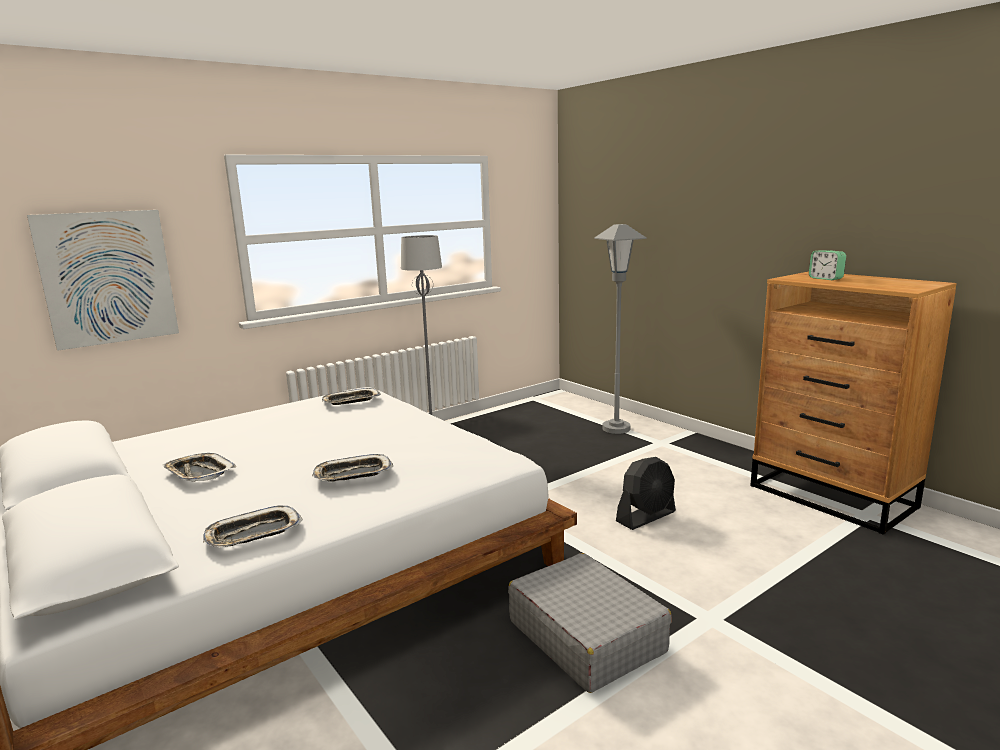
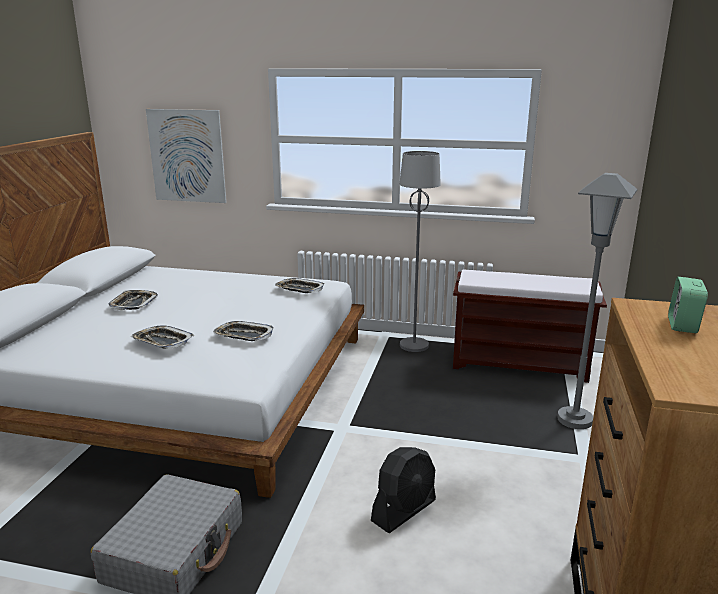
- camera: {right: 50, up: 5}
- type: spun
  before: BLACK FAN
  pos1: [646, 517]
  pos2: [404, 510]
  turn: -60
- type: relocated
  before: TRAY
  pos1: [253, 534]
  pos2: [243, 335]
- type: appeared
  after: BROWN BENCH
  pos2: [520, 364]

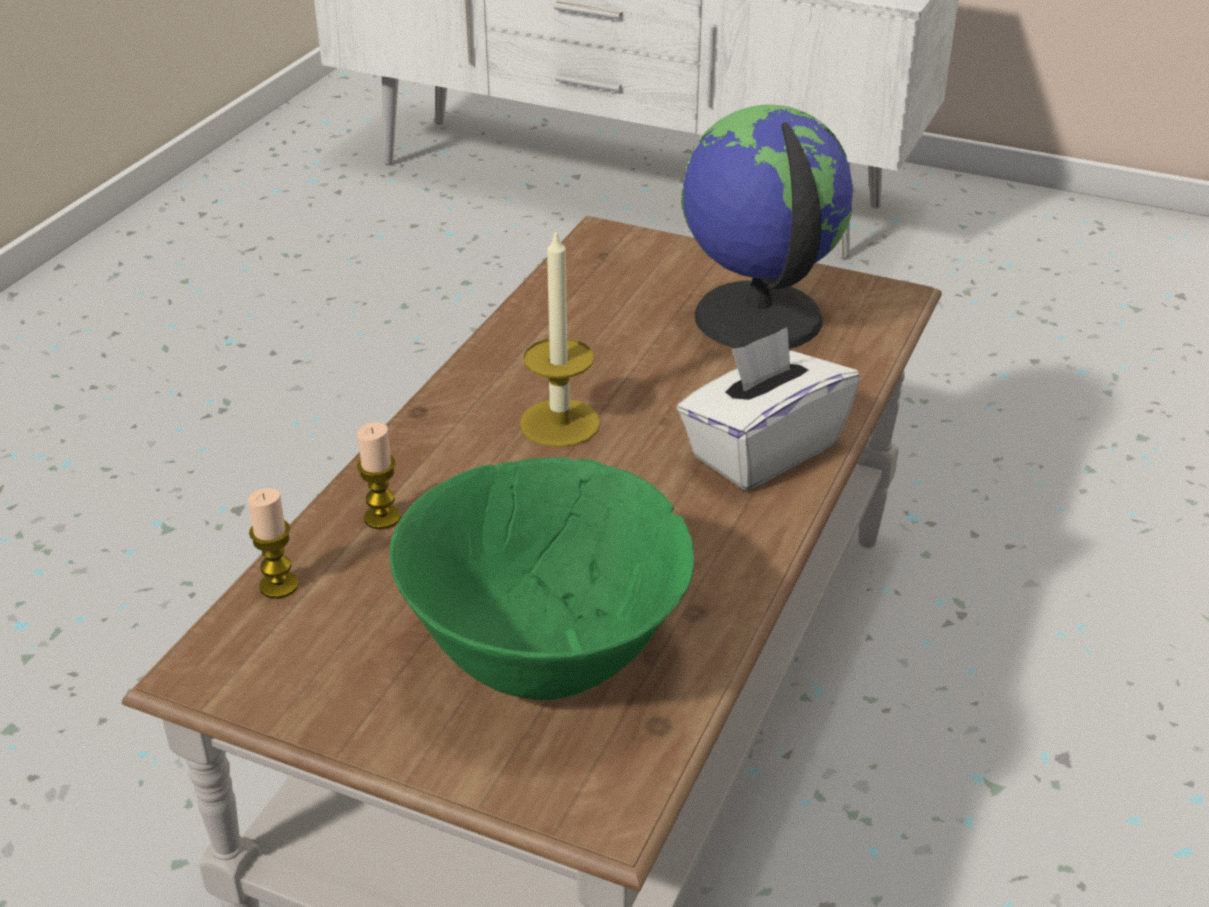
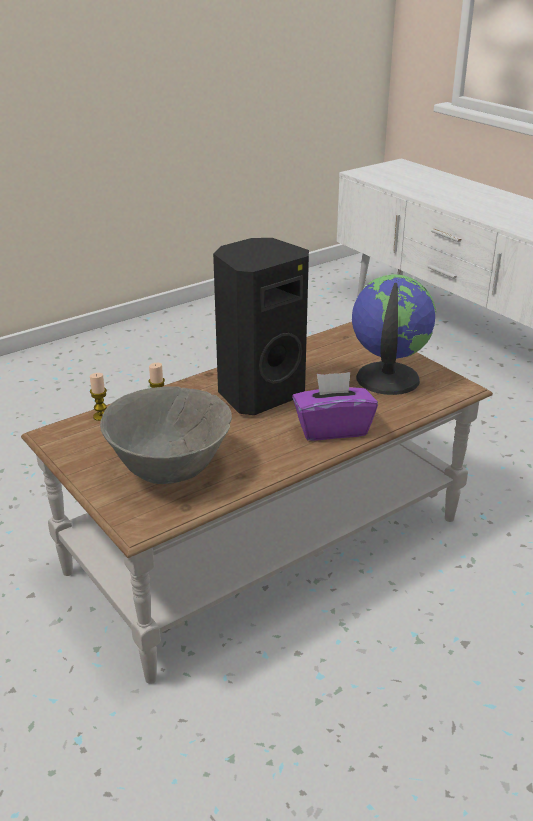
- camera: {right: 30, up: -5}
- type: exchanged
  before: CANDLE
  after: BLACK SPEAKER
  pos1: [560, 423]
  pos2: [259, 394]
- type: colour
  before: WHITE TISSUE BOX
  after: PURPLE TISSUE BOX
  pos1: [763, 450]
  pos2: [332, 428]
- type: colour
  before: GREEN BOWL
  after: GREY BOWL
  pos1: [543, 653]
  pos2: [169, 469]

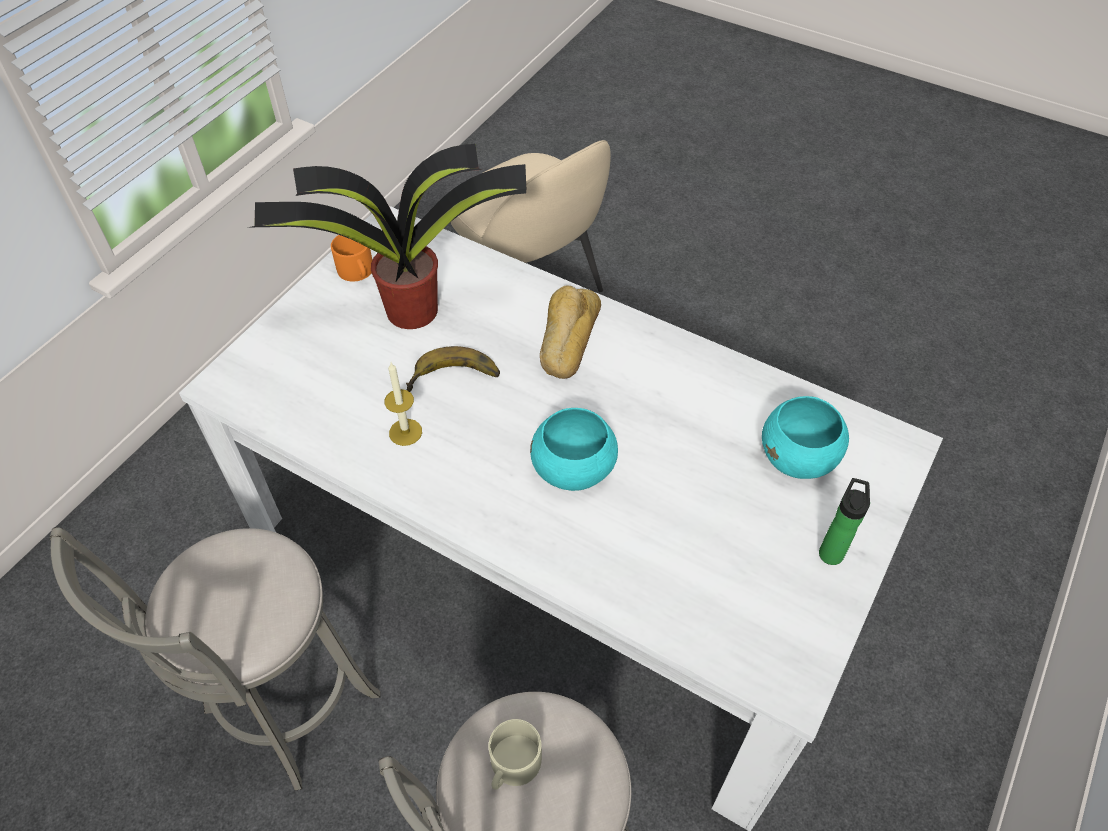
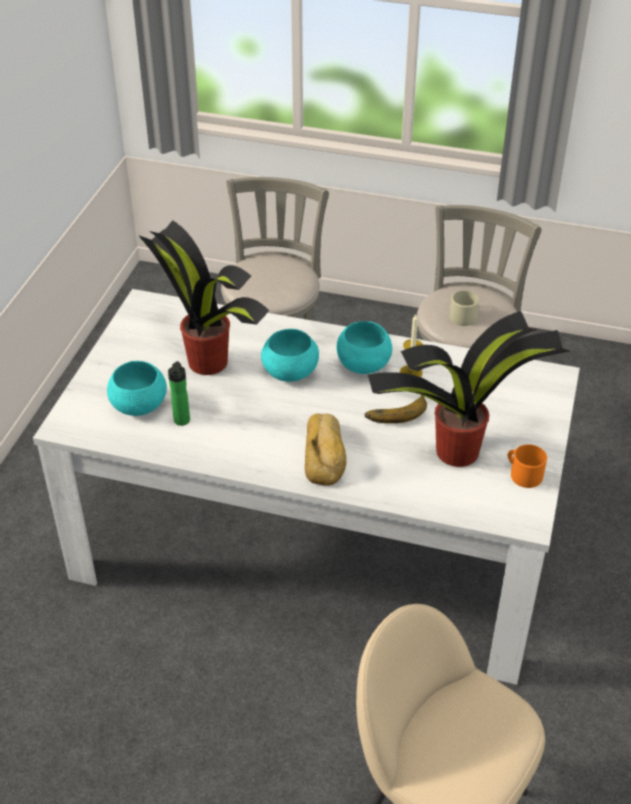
- camera: {right: 165, up: -10}
- type: relocated
  before: BOTTLE
  pos1: [831, 551]
  pos2: [181, 422]
- type: relocated
  before: BEIGE MUG
  pos1: [512, 766]
  pos2: [463, 315]
- type: appeared
  after: POTTED PLANT
  pos2: [206, 360]
- type: appeared
  after: TURQUOISE BOWL
  pos2: [362, 365]

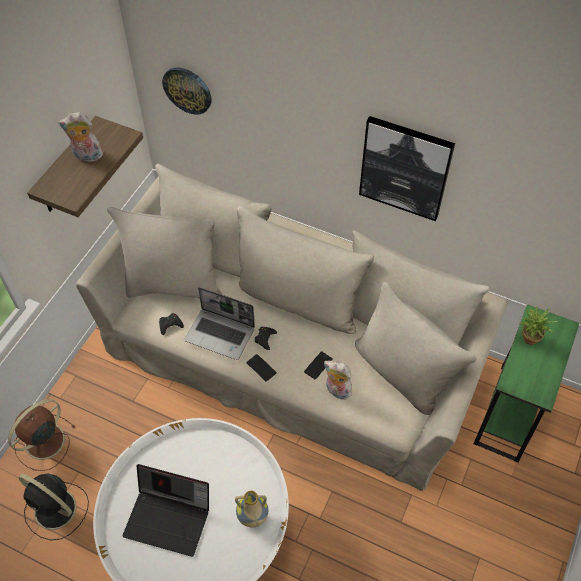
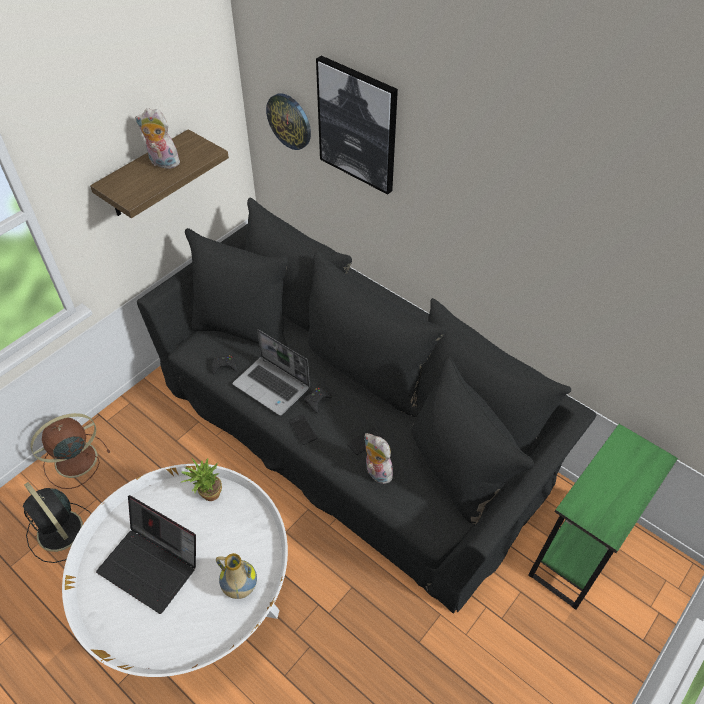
- camera: {right: 15, up: -5}
- type: relocated
  before: PICTURE
  pos1: [405, 168]
  pos2: [358, 125]
- type: colour
  before: BEIGE SOFA
  after: BLACK SOFA
  pos1: [290, 357]
  pos2: [351, 433]
- type: relocated
  before: POTTED PLANT
  pos1: [528, 340]
  pos2: [207, 495]

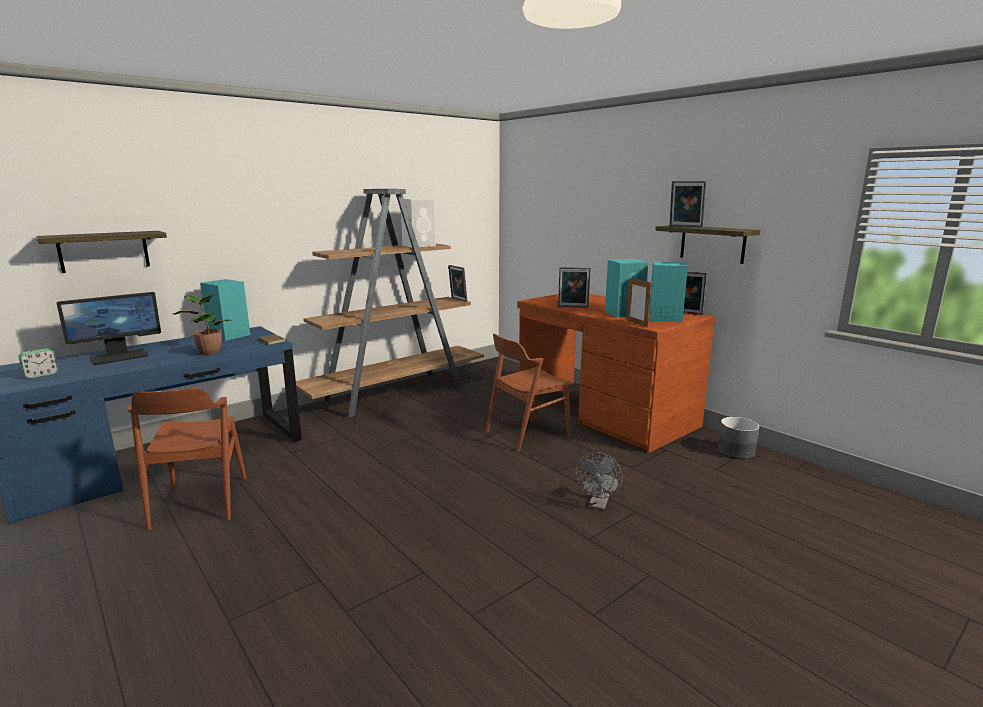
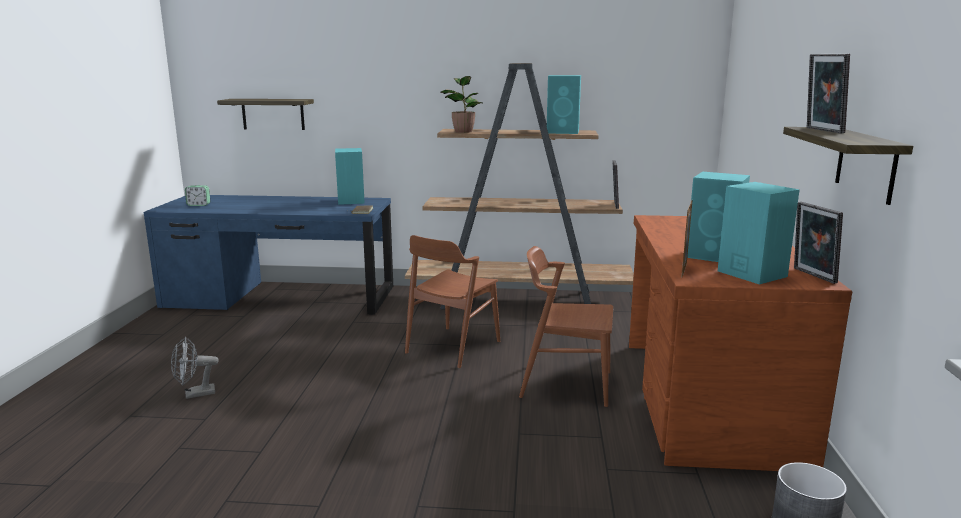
- camera: {right: 45, up: 0}
- type: colour
  before: WHITE SPEAKER
  after: TURQUOISE SPEAKER
  pos1: [419, 245]
  pos2: [563, 132]
- type: missing
  before: PICTURE FRAME
  pos1: [573, 307]
- type: missing
  before: MONITOR
  pos1: [119, 357]
- type: relocated
  before: POTTED PLANT
  pos1: [208, 352]
  pos2: [462, 131]
- type: relocated
  before: BROWN CHAIR
  pos1: [199, 502]
  pos2: [452, 347]
- type: relocated
  before: GREY FAN
  pos1: [598, 505]
  pos2: [195, 394]

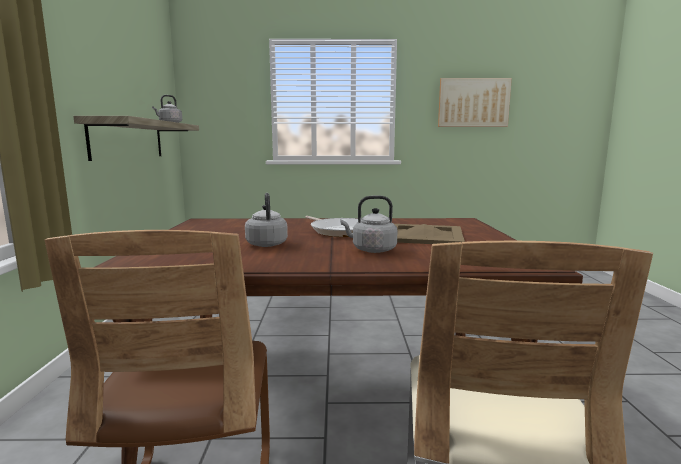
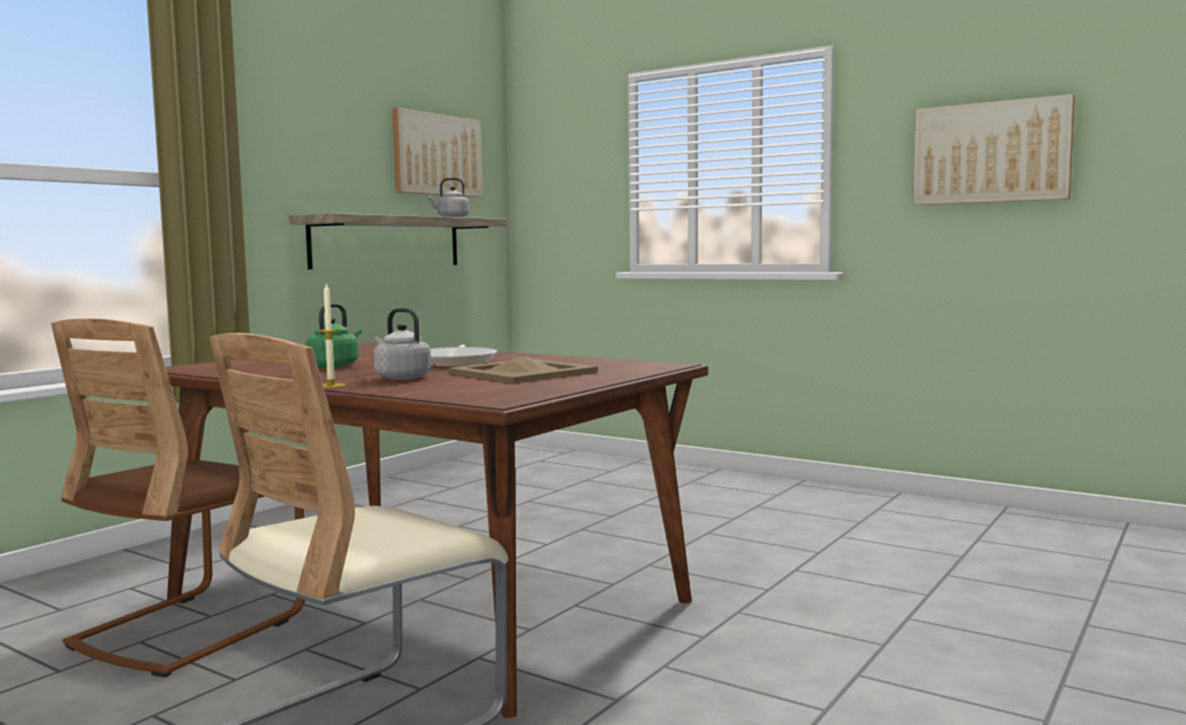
- camera: {right: 35, up: -5}
- type: colour
  before: GREY KETTLE
  after: GREEN KETTLE
  pos1: [266, 244]
  pos2: [335, 365]
- type: appeared
  after: PICTURE
  pos2: [437, 155]
- type: appeared
  after: CANDLE
  pos2: [331, 386]

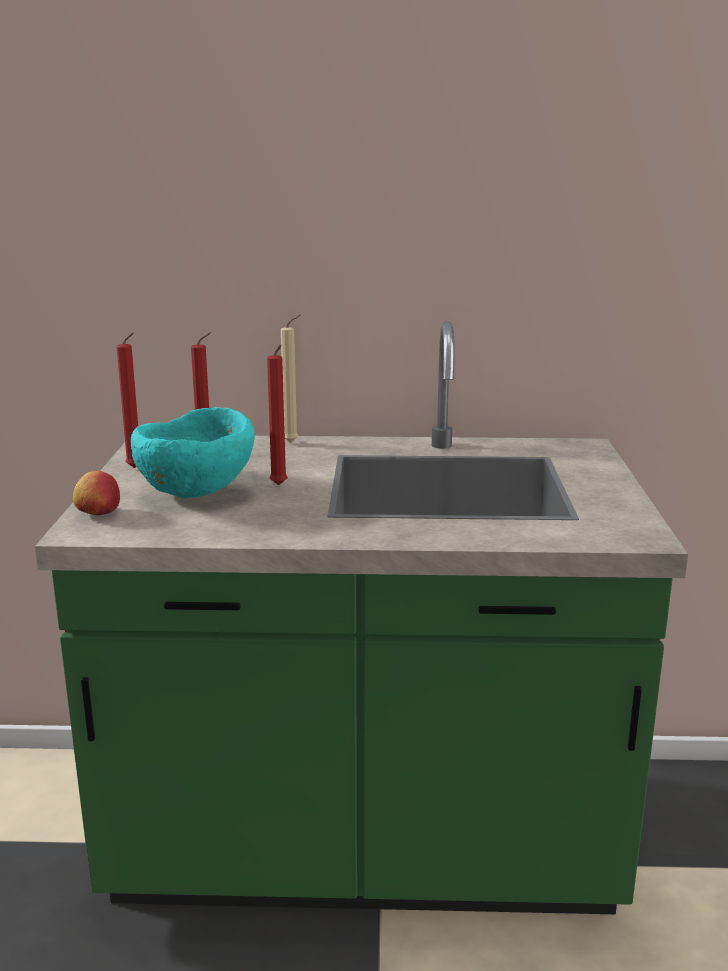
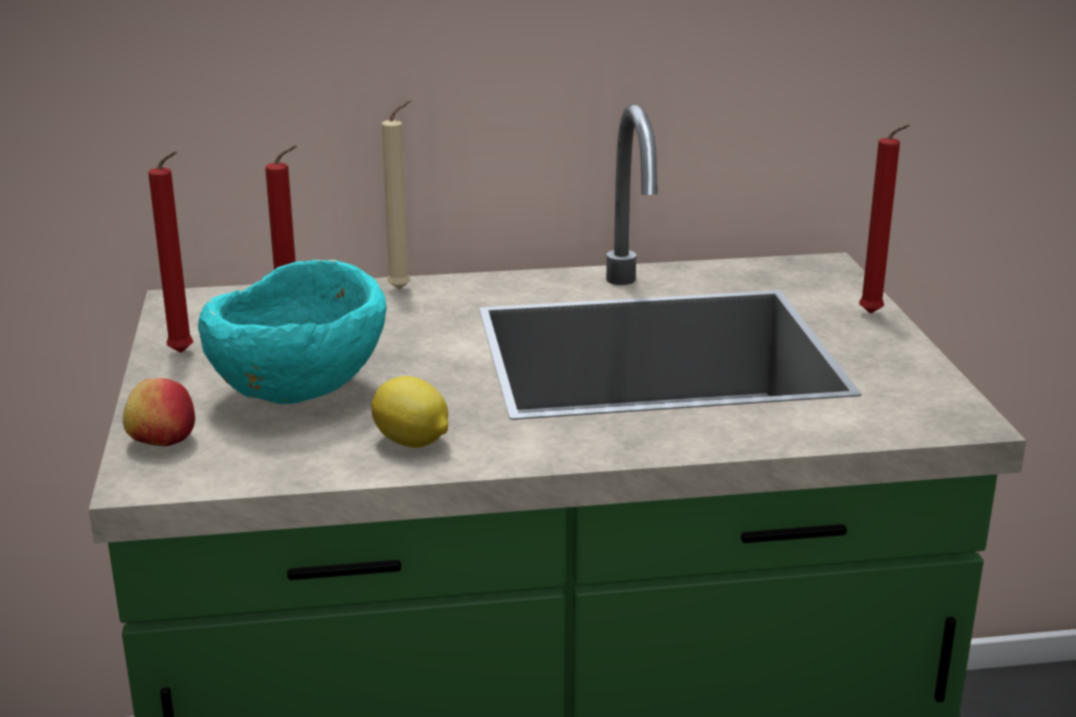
- camera: {right: -10, up: 5}
- type: relocated
  before: RED CANDLE
  pos1: [279, 486]
  pos2: [873, 315]
- type: appeared
  after: LEMON
  pos2: [413, 443]

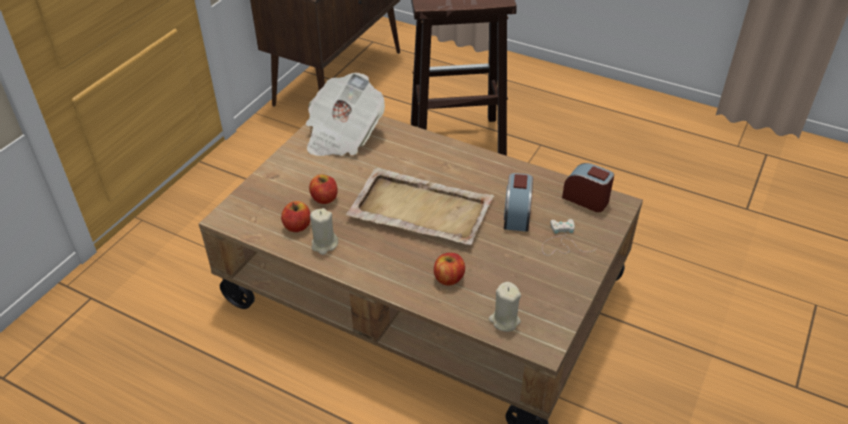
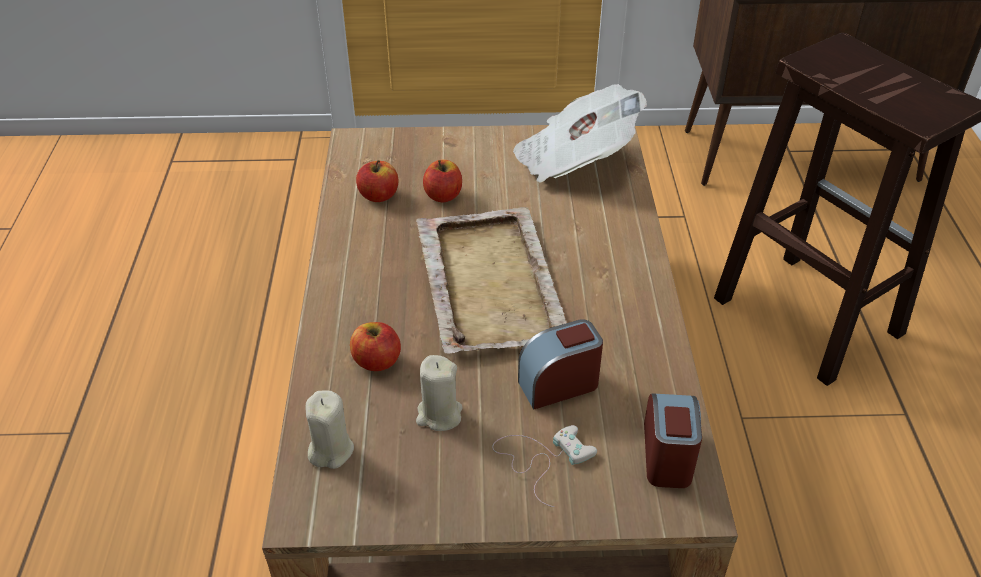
- camera: {right: 60, up: 0}
- type: relocated
  before: BEIGE CANDLE
  pos1: [324, 244]
  pos2: [439, 415]

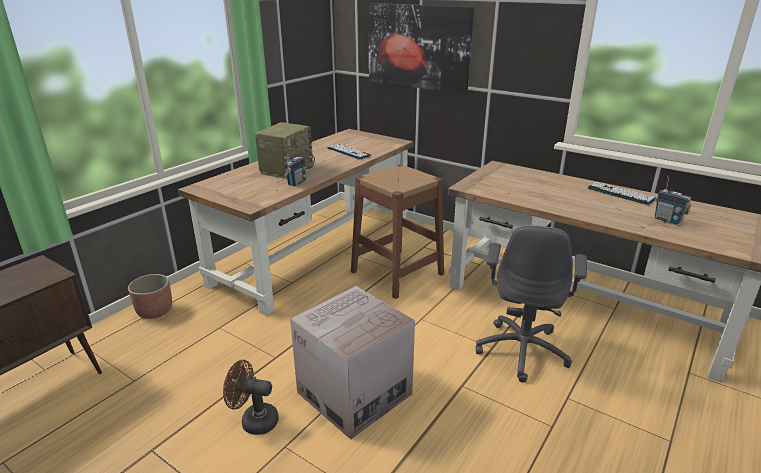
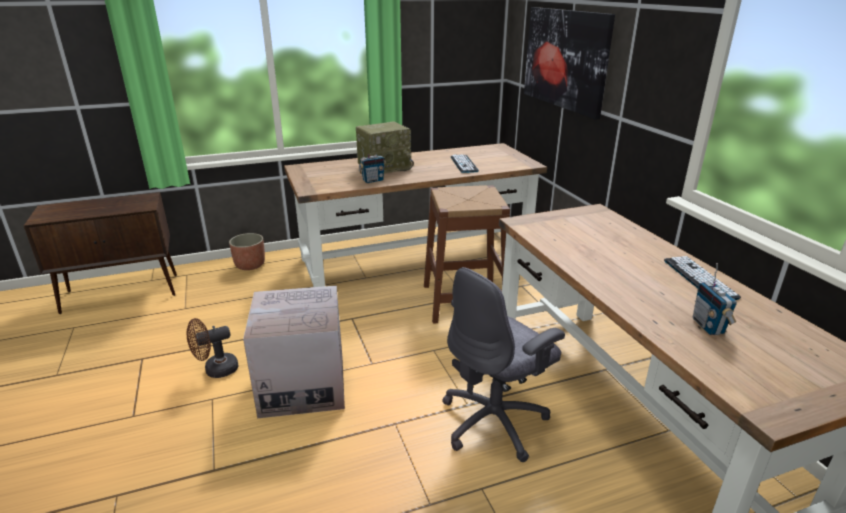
- camera: {right: 35, up: 0}
- type: spun
  before: BROWN FAN
  pos1: [254, 420]
  pos2: [216, 370]
  turn: -75

